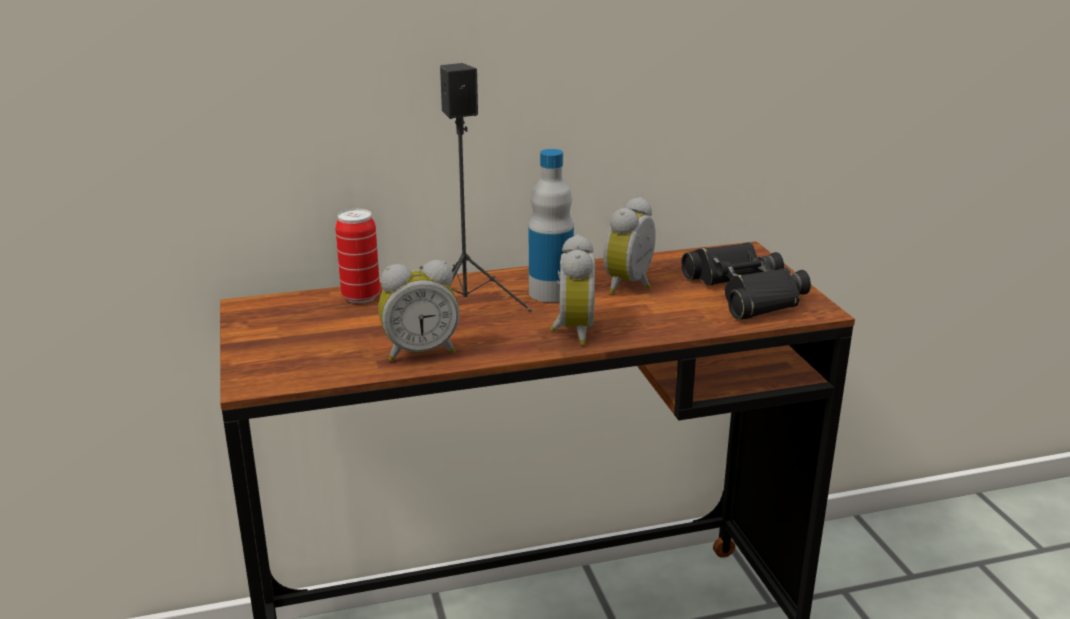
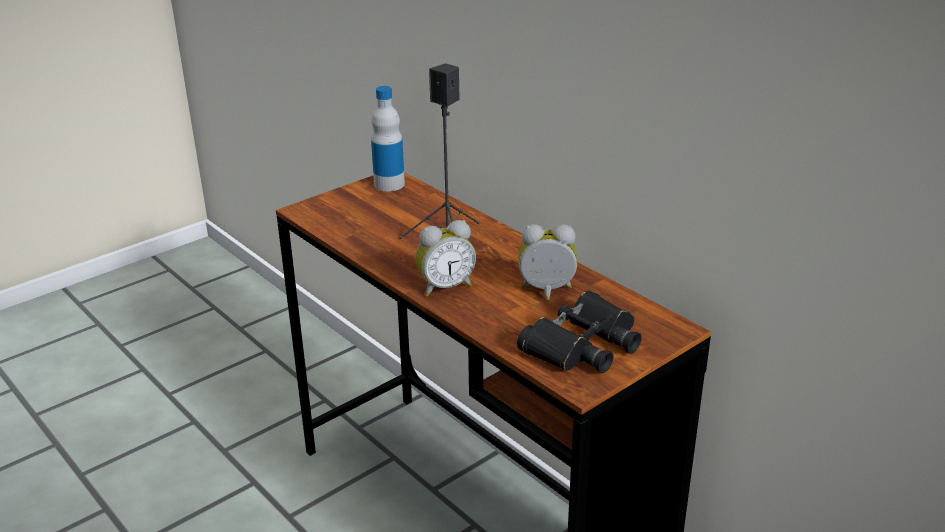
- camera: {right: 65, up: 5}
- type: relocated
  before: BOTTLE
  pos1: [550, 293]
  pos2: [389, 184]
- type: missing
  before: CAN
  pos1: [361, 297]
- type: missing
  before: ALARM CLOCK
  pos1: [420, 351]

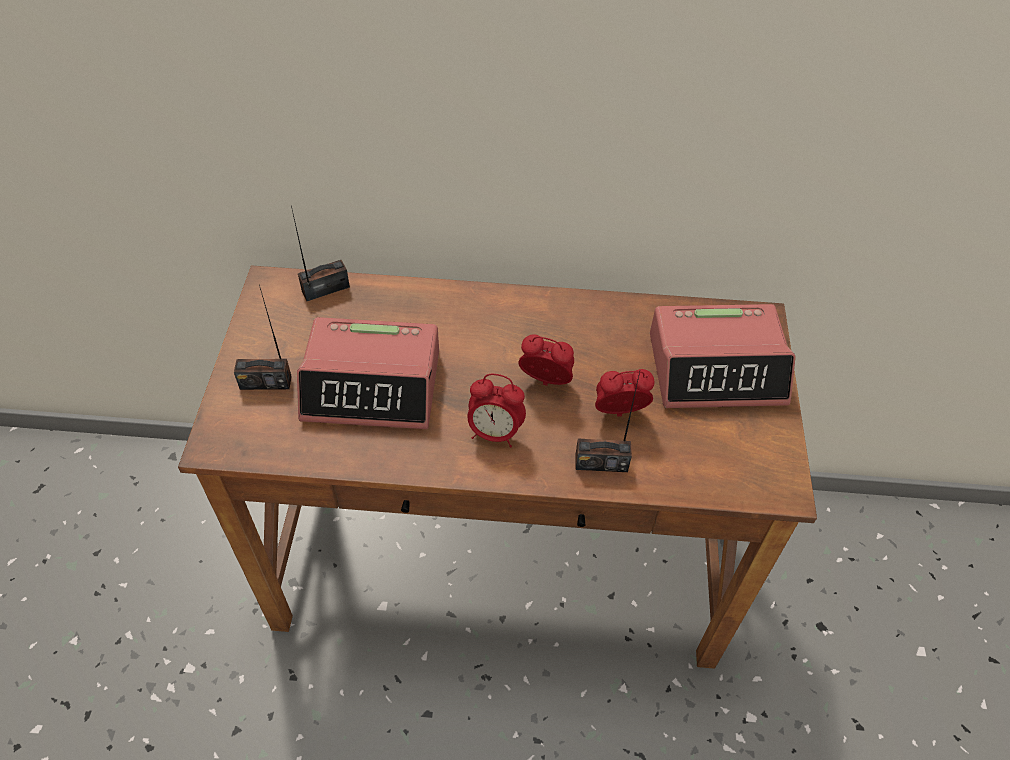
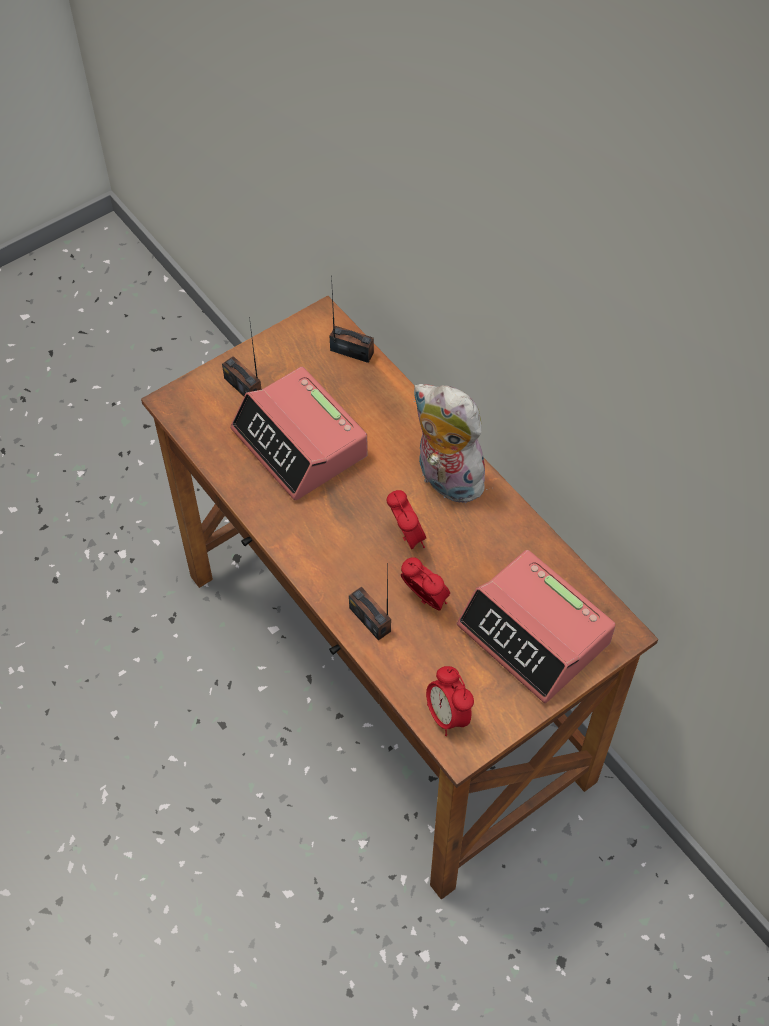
- camera: {right: 50, up: 5}
- type: relocated
  before: ALARM CLOCK
  pos1: [494, 433]
  pos2: [447, 715]
- type: appeared
  after: PLUSH TOY
  pos2: [445, 480]

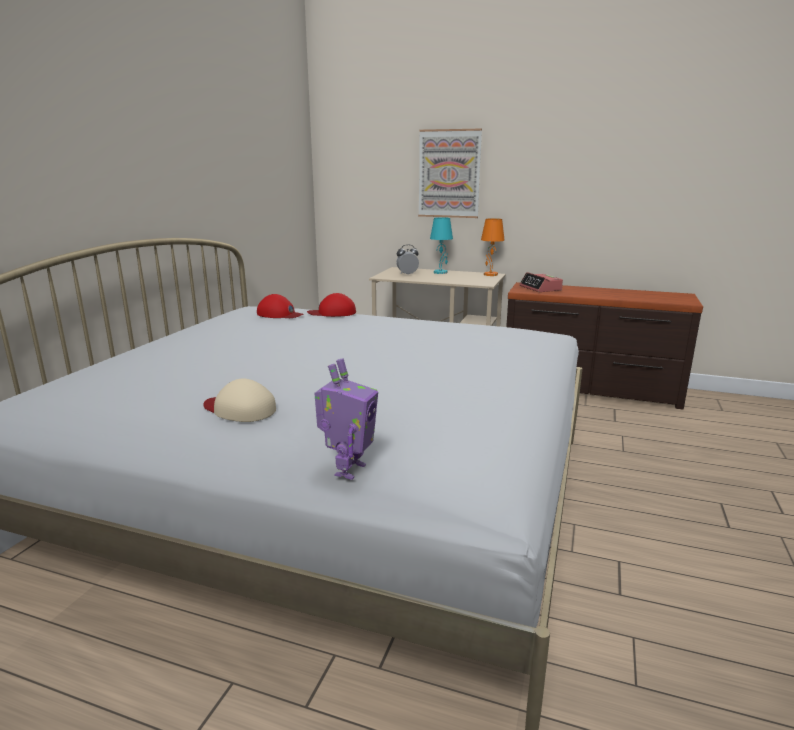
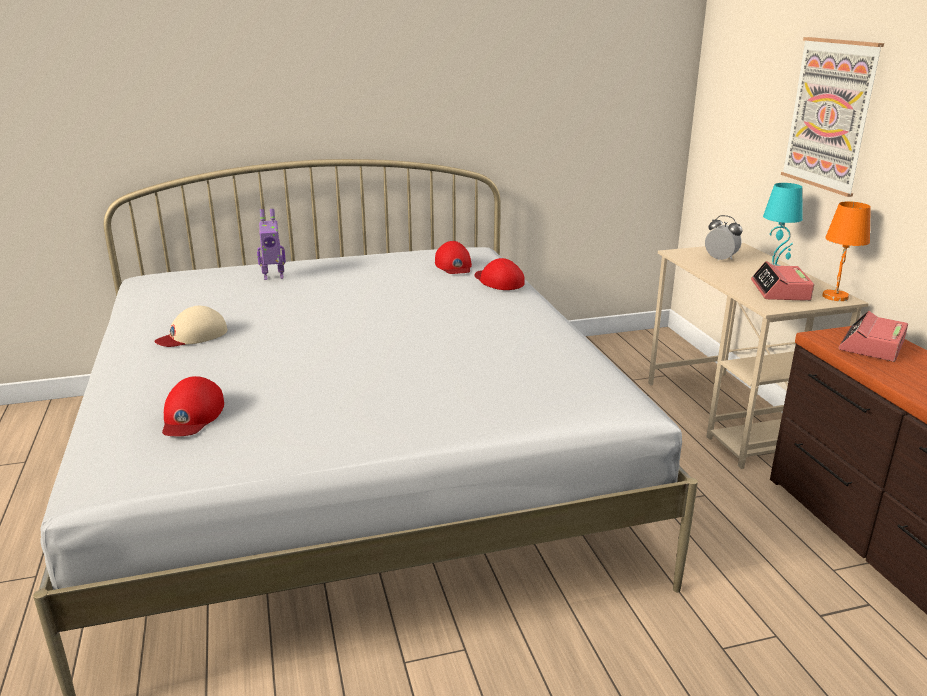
- camera: {right: 55, up: 5}
- type: relocated
  before: TOY ROBOT
  pos1: [348, 470]
  pos2: [273, 276]
- type: spun
  before: BEIGE CAP
  pos1: [239, 409]
  pos2: [193, 335]
  turn: -120
- type: appeared
  after: ALARM CLOCK
  pos2: [780, 291]
- type: appeared
  after: RED CAP
  pos2: [192, 415]

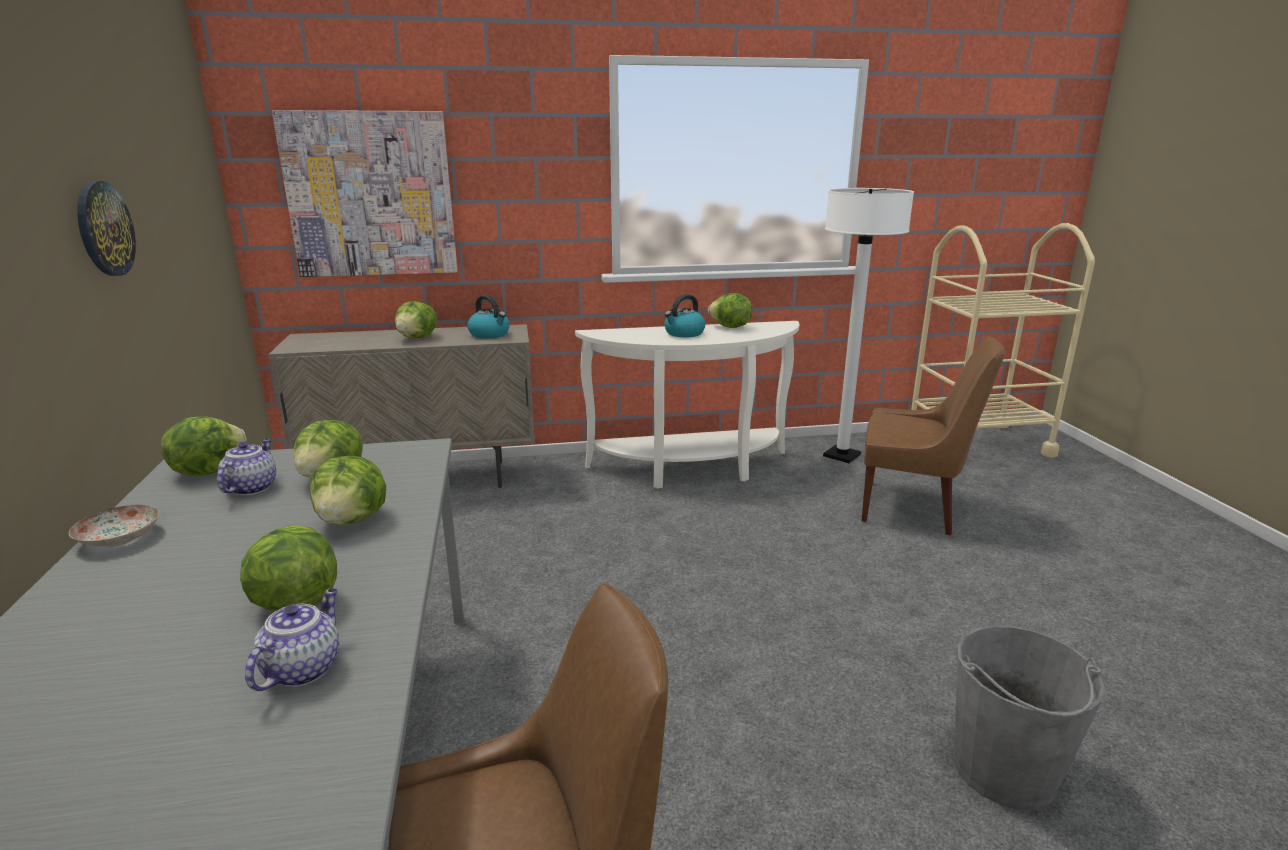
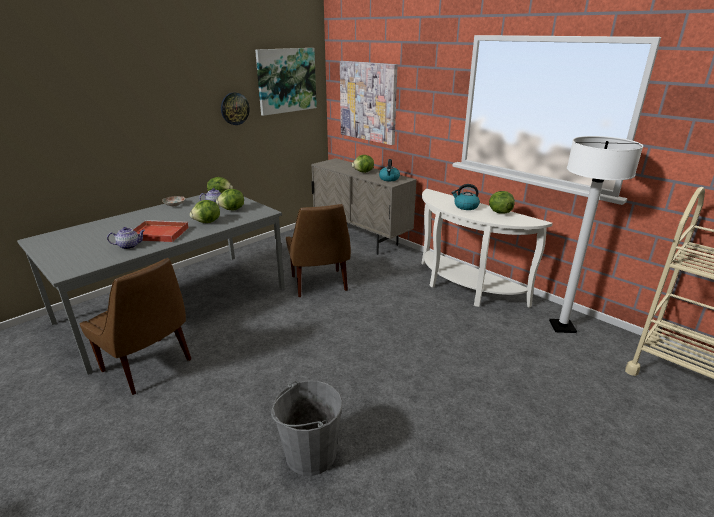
- camera: {right: 55, up: 5}
- type: relocated
  before: BROWN CHAIR
  pos1: [912, 508]
  pos2: [319, 284]
- type: exchanged
  before: LETTUCE
  after: RED TRAY
  pos1: [294, 602]
  pos2: [158, 233]
- type: appeared
  after: PICTURE
  pos2: [286, 80]

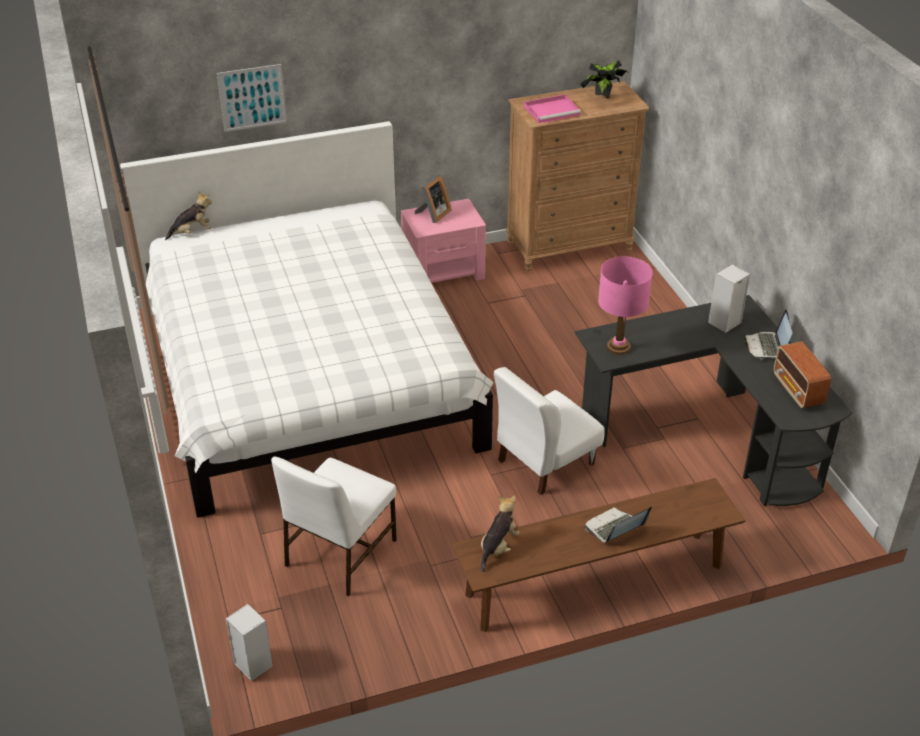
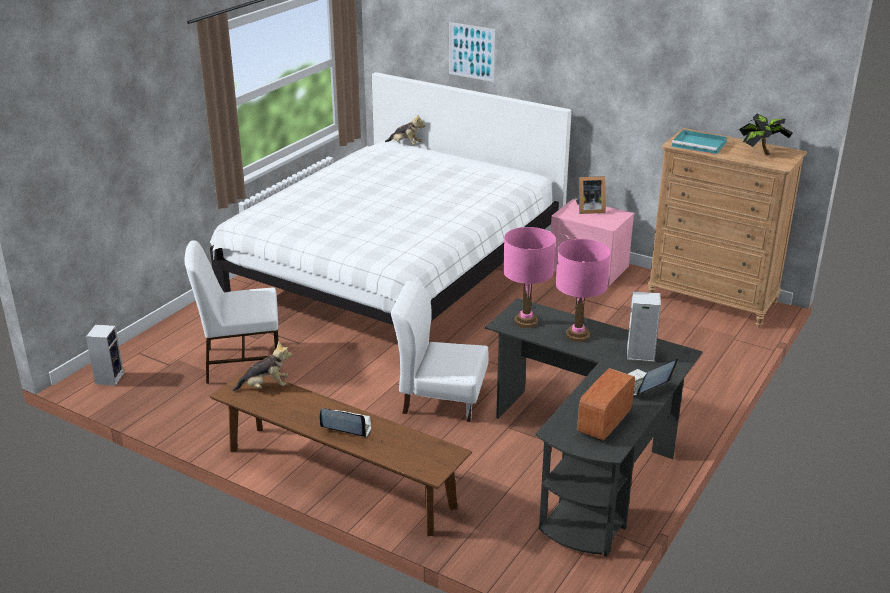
- camera: {right: 50, up: -10}
- type: colour
  before: PINK TRAY
  after: TURQUOISE TRAY
  pos1: [552, 111]
  pos2: [700, 144]
- type: appeared
  after: PINK TABLE LAMP
  pos2: [577, 336]

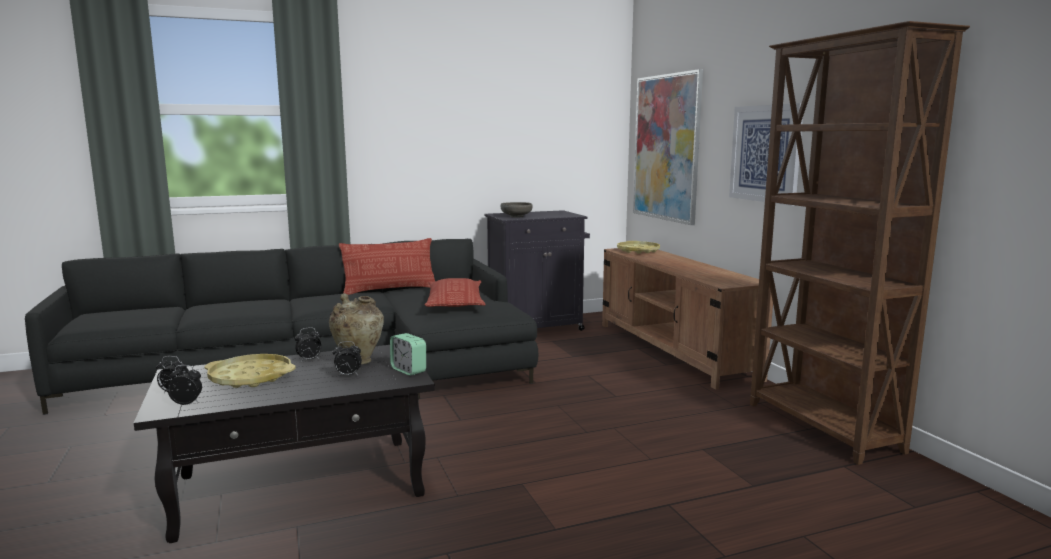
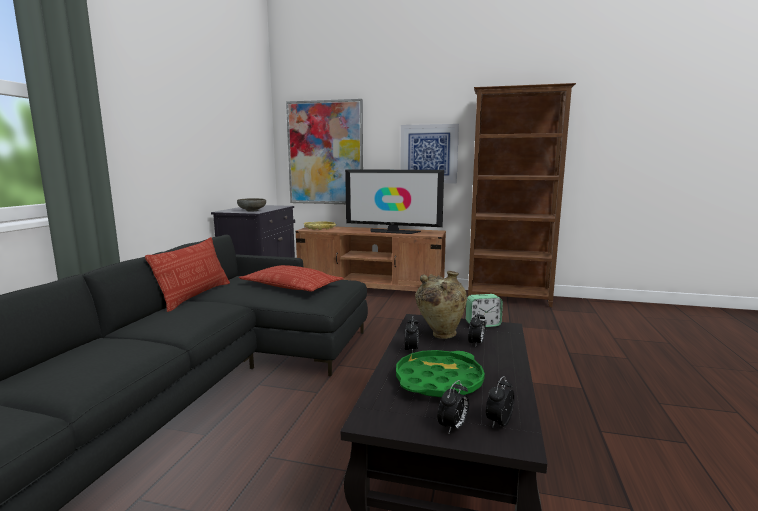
- camera: {right: -55, up: 0}
- type: colour
  before: YELLOW TRAY
  after: GREEN TRAY
  pos1: [251, 377]
  pos2: [438, 381]
- type: appeared
  after: TELEVISION
  pos2: [393, 231]

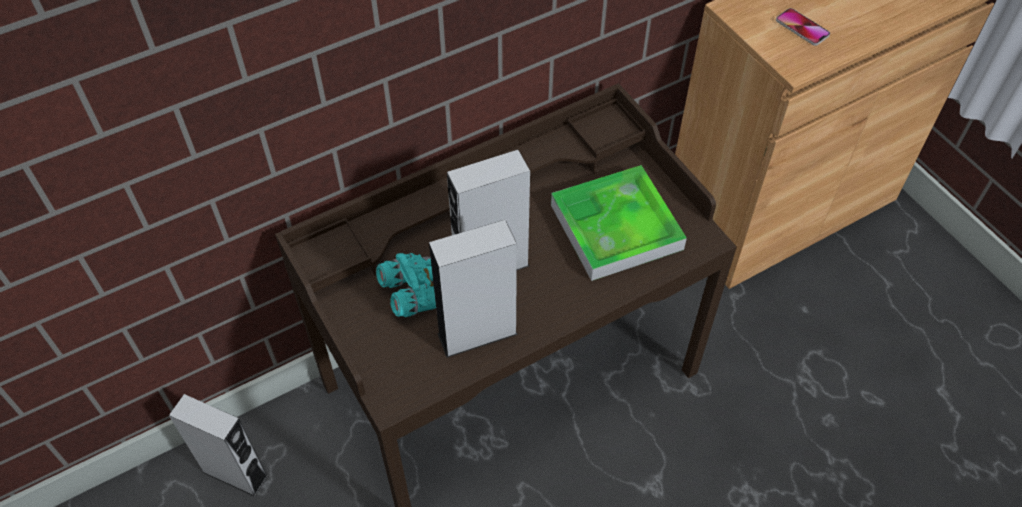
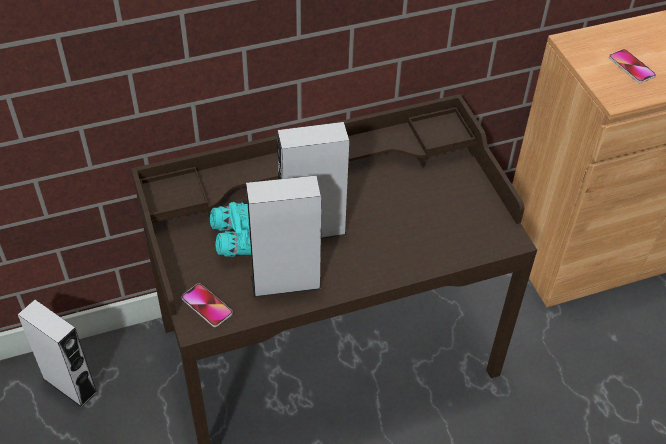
- camera: {right: 10, up: -5}
- type: missing
  before: TRAY
  pos1: [616, 227]
- type: appeared
  after: PHONE
  pos2: [207, 306]

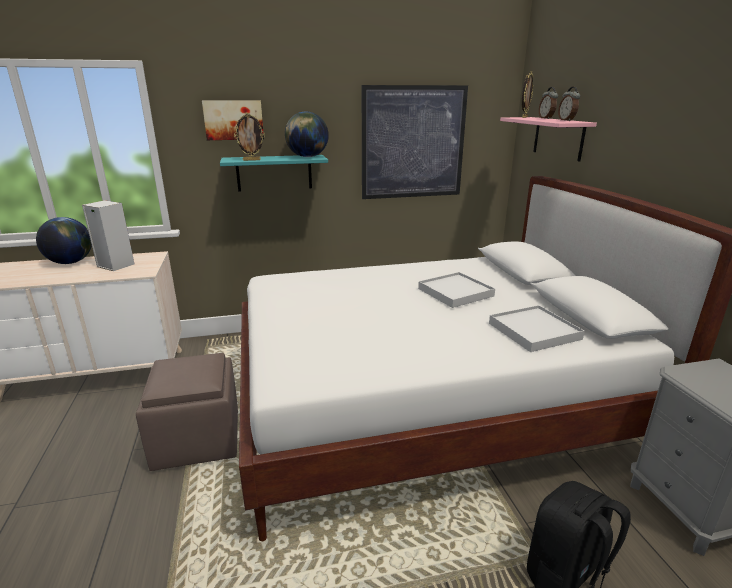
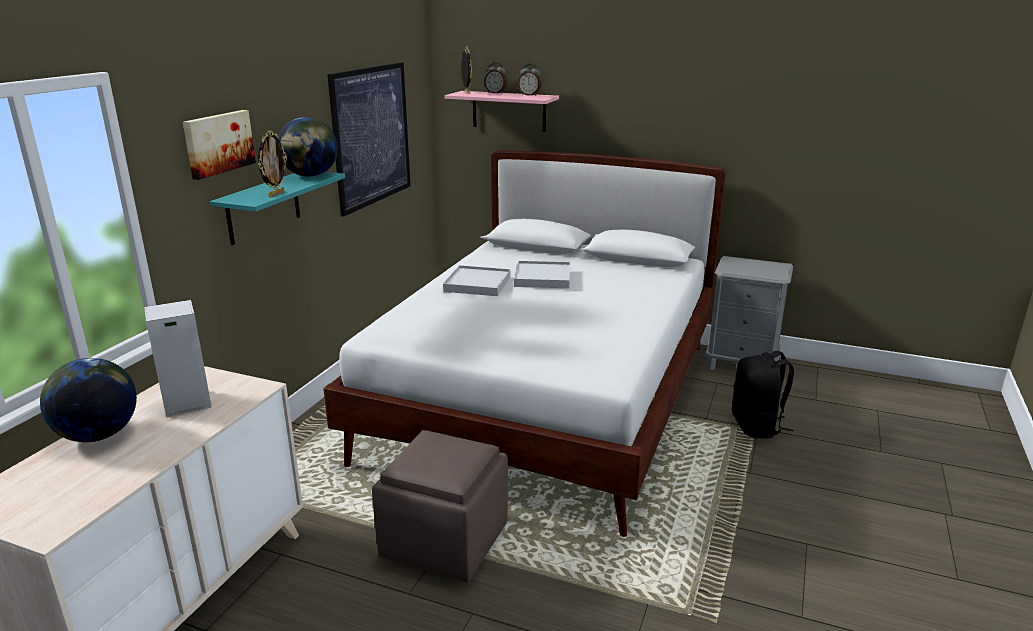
- camera: {right: -55, up: 0}
- type: relocated
  before: WHITE TRAY
  pos1: [534, 331]
  pos2: [477, 284]

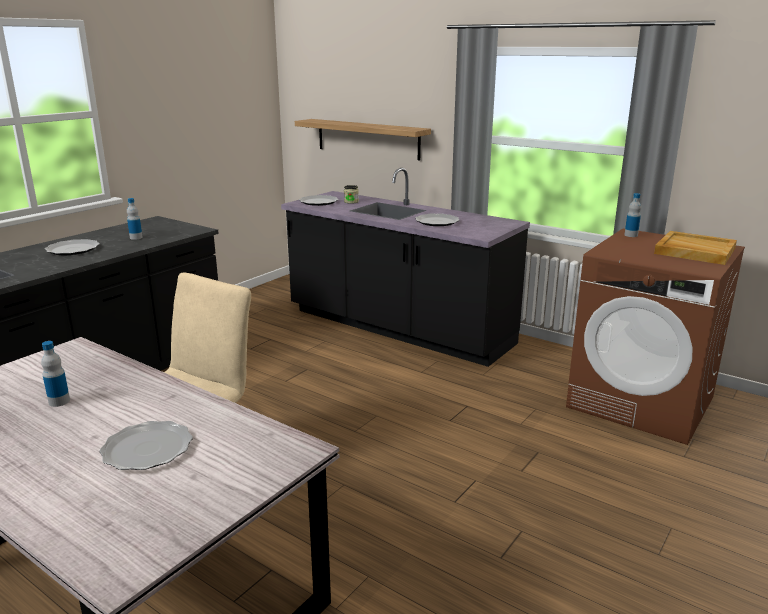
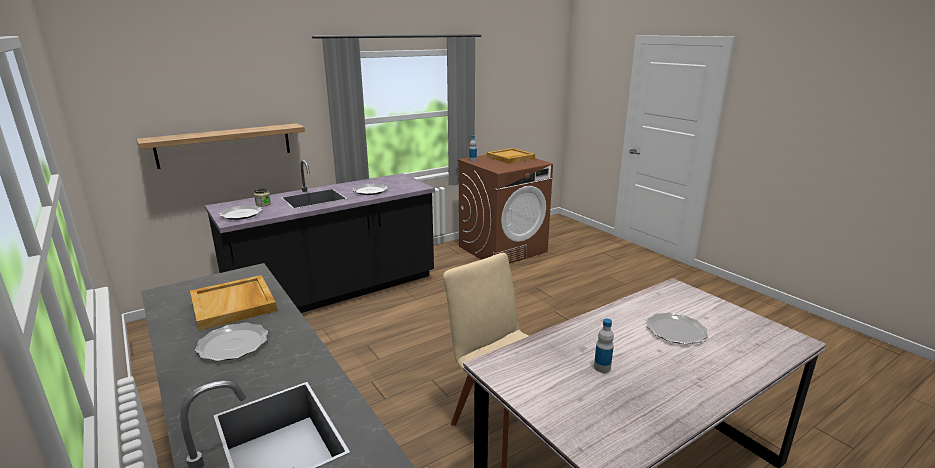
- camera: {right: -70, up: 0}
- type: exchanged
  before: BOTTLE
  after: BEIGE TRAY
  pos1: [136, 237]
  pos2: [234, 305]

